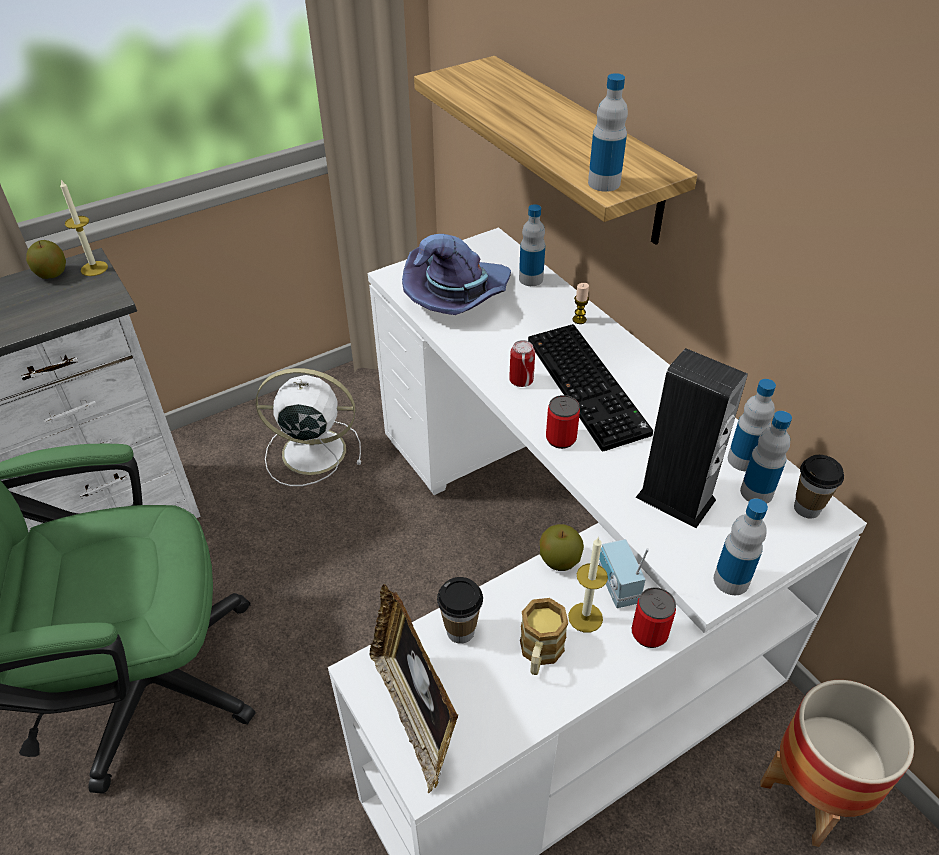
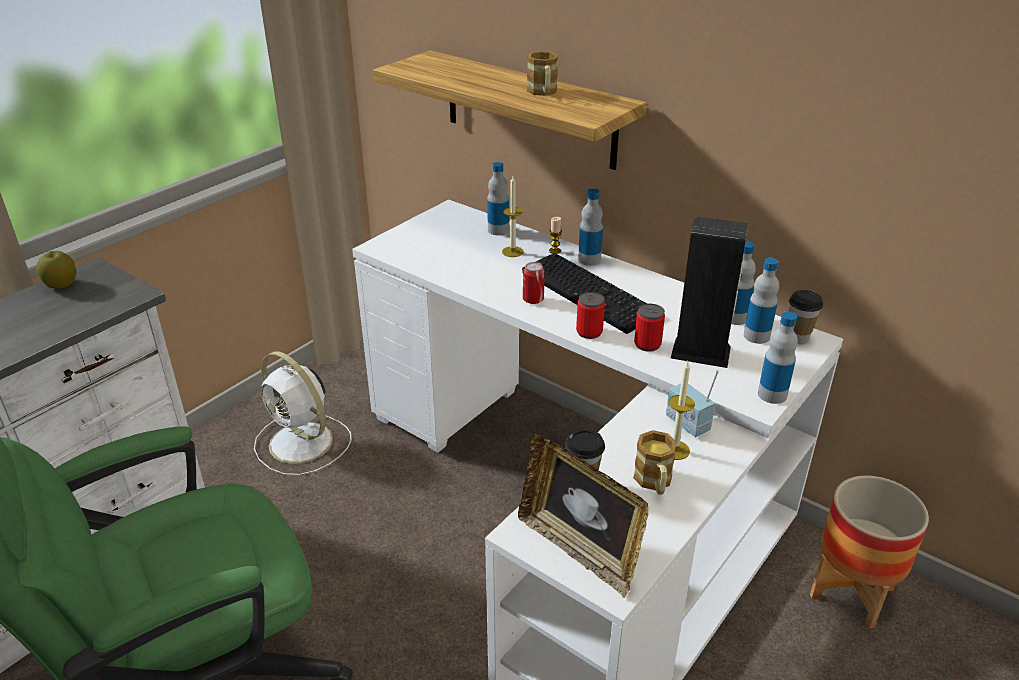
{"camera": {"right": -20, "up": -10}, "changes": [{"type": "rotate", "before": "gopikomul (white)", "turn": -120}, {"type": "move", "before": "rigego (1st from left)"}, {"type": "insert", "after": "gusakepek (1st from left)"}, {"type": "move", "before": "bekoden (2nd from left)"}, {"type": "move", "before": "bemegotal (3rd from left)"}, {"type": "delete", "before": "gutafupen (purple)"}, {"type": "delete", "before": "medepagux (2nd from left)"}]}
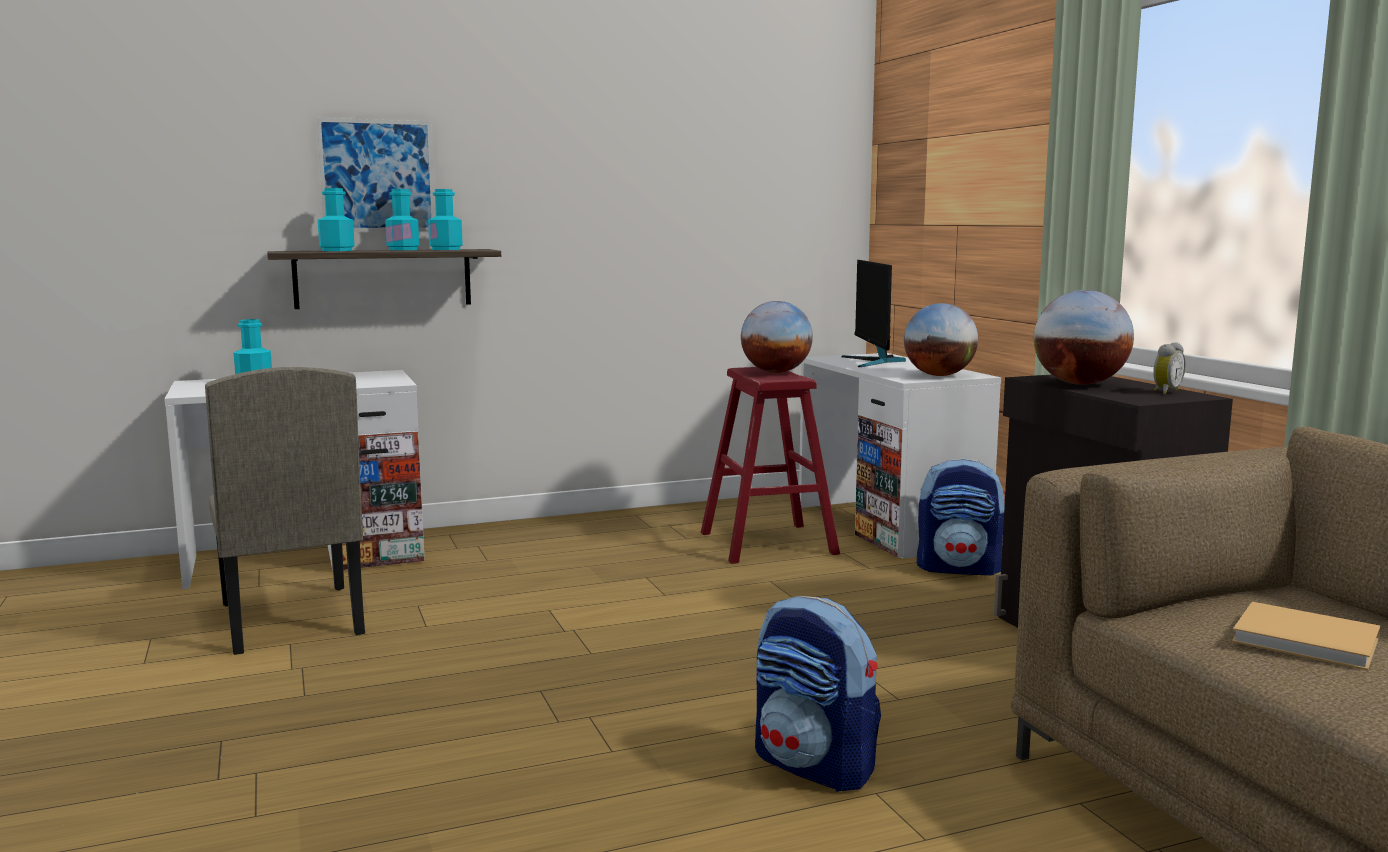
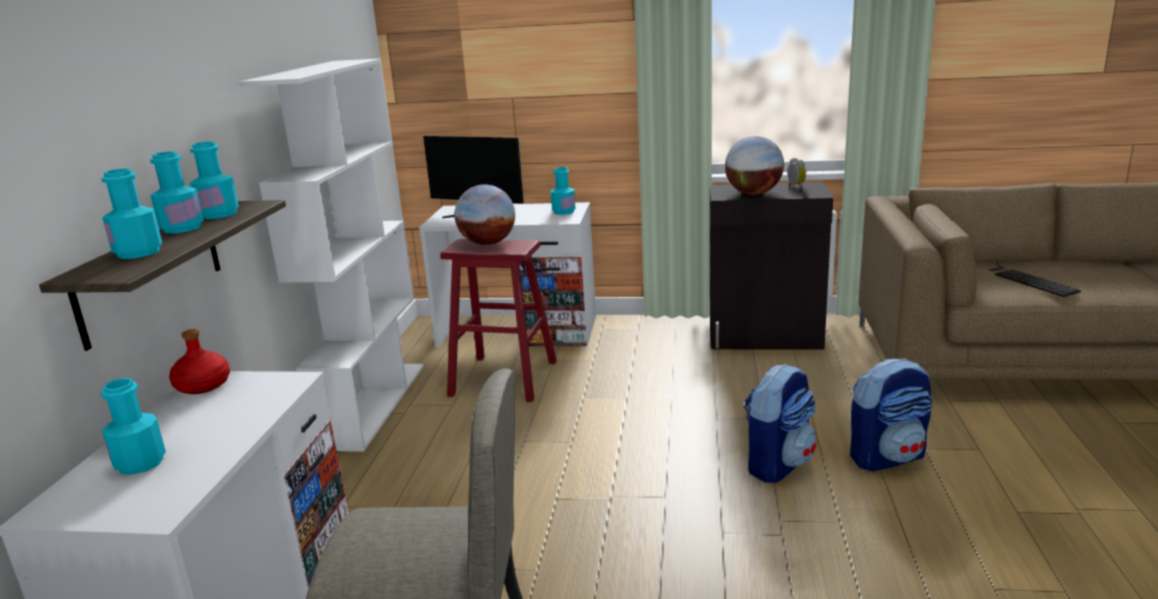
{"camera": {"right": -60, "up": 10}, "changes": [{"type": "insert", "after": "bekoden (red)"}, {"type": "insert", "after": "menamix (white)"}, {"type": "replace", "before": "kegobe (2nd from left)", "after": "bekoden (turquoise) (5th from left)"}, {"type": "move", "before": "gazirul (2nd from left in the first image)", "after": "gazirul (1st from left)"}, {"type": "replace", "before": "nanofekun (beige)", "after": "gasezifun"}, {"type": "delete", "before": "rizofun"}]}
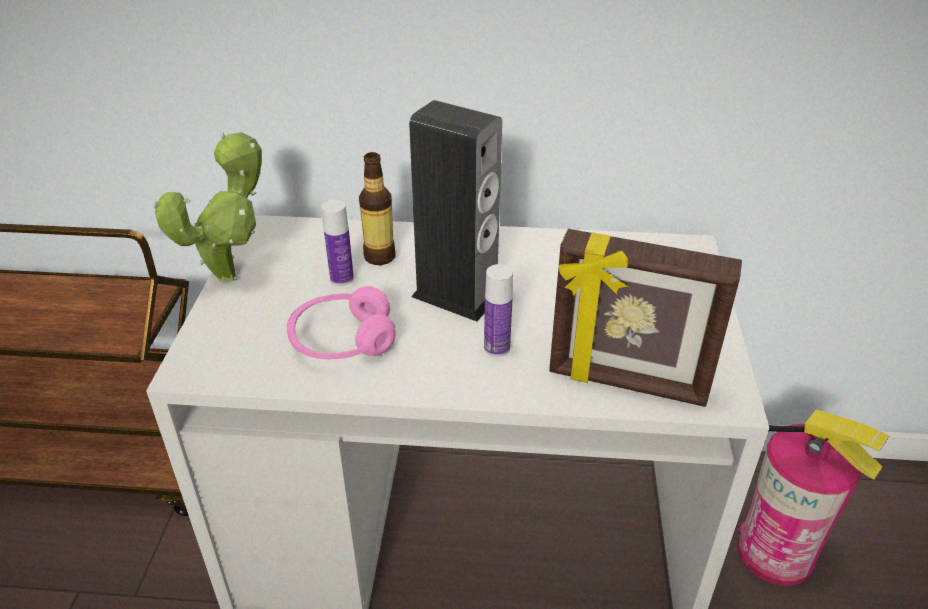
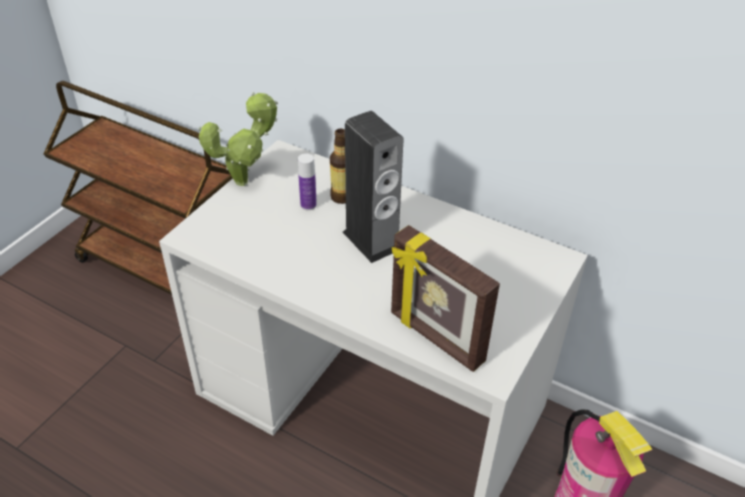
{"camera": {"right": 25, "up": 5}, "changes": [{"type": "delete", "before": "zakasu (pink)"}, {"type": "delete", "before": "bekoden (3rd from left)"}]}
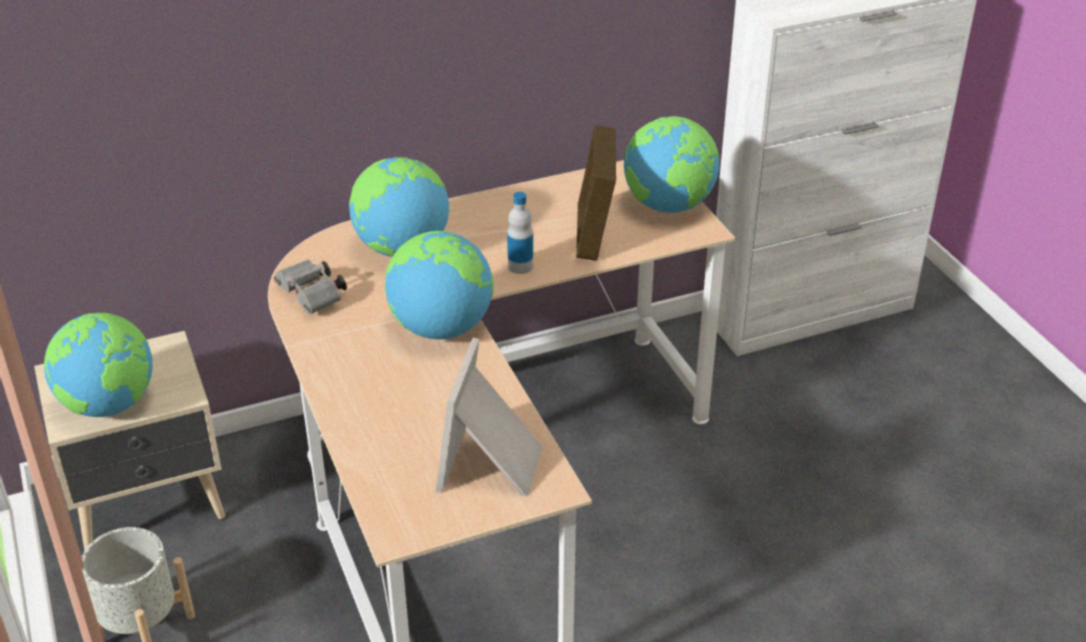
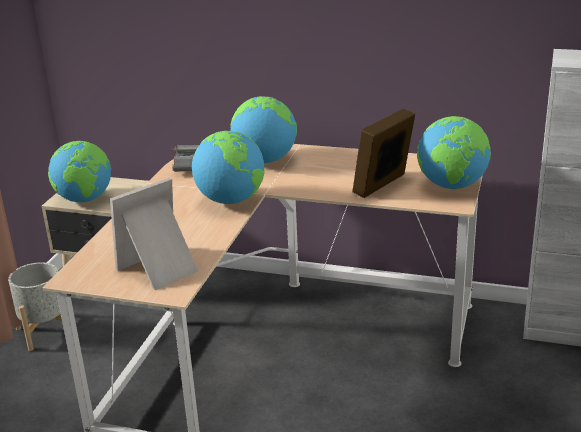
{"camera": {"right": 40, "up": -10}, "changes": [{"type": "delete", "before": "bekoden"}]}
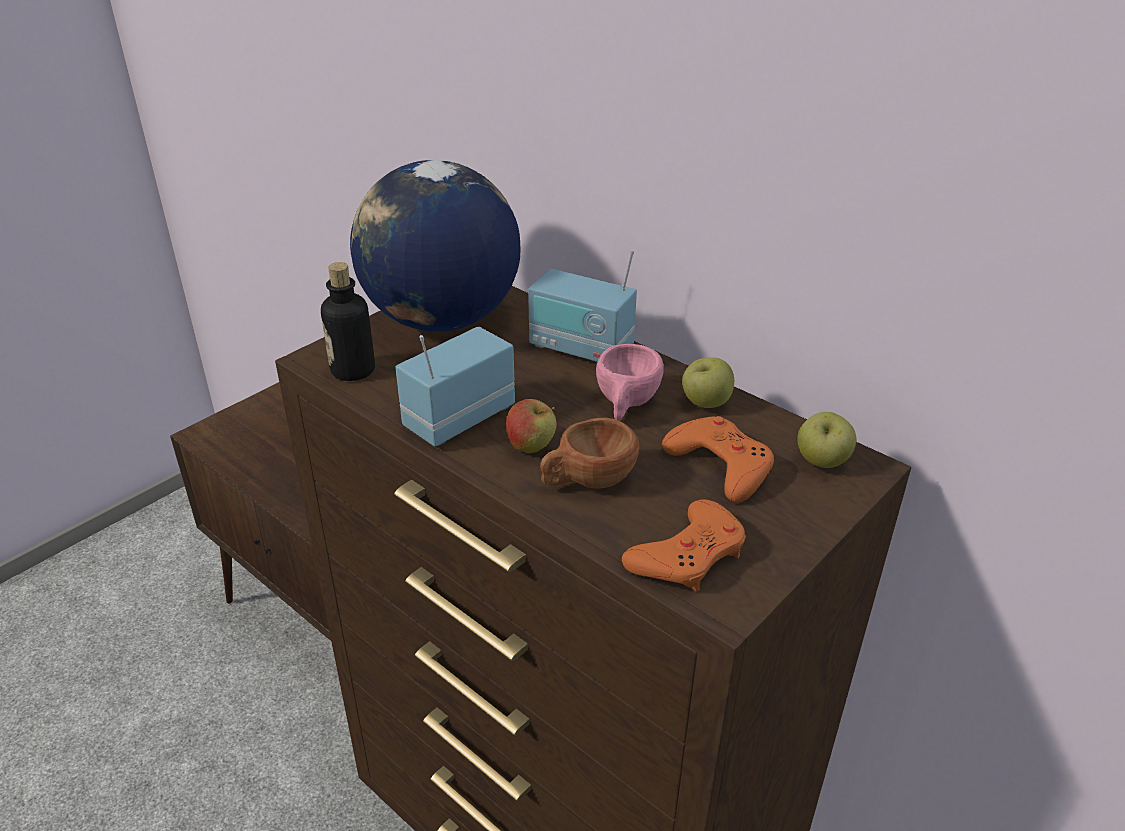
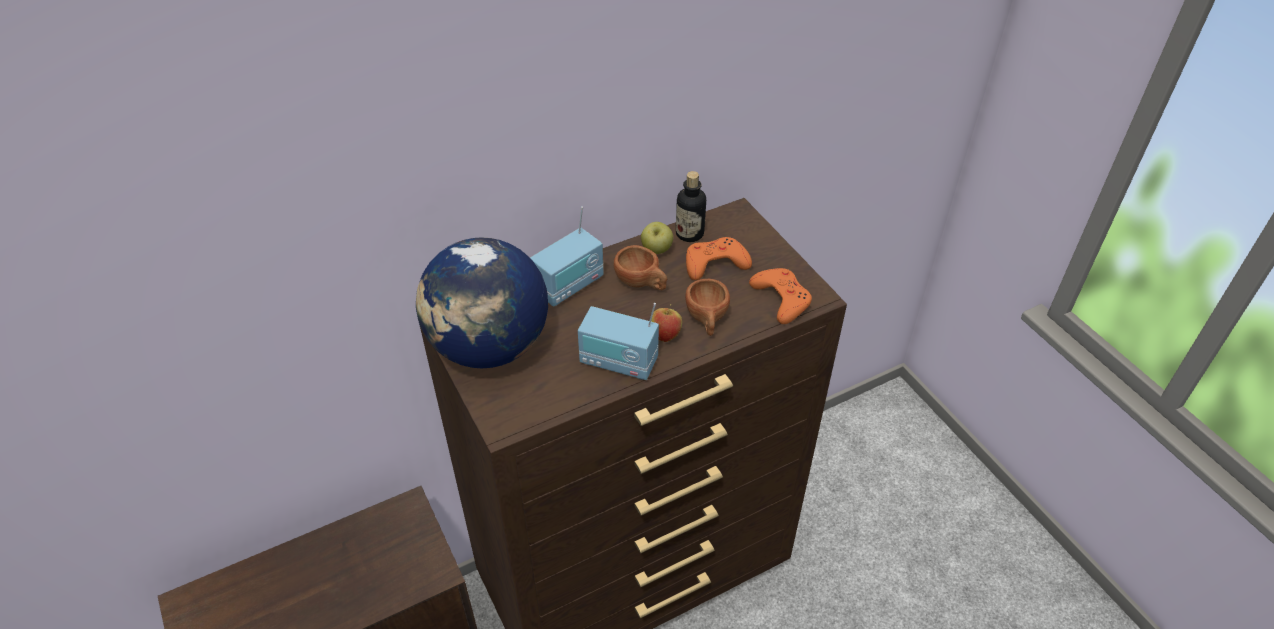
{"camera": {"right": -70, "up": 10}, "changes": [{"type": "rotate", "before": "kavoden (1st from left in the first image)", "turn": -45}, {"type": "recolor", "before": "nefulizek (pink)", "after": "nefulizek (brown) (1st from left)"}, {"type": "move", "before": "bekoden"}, {"type": "delete", "before": "medepagux (3rd from left)"}]}
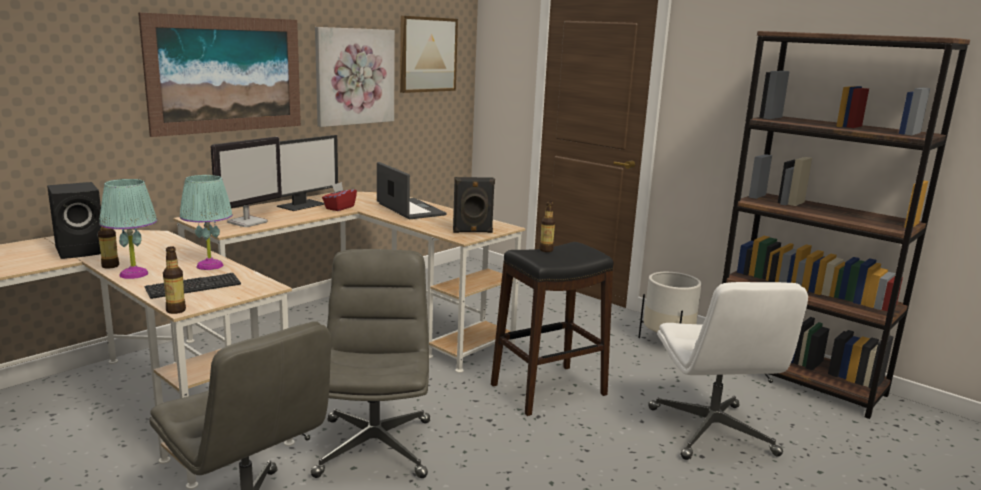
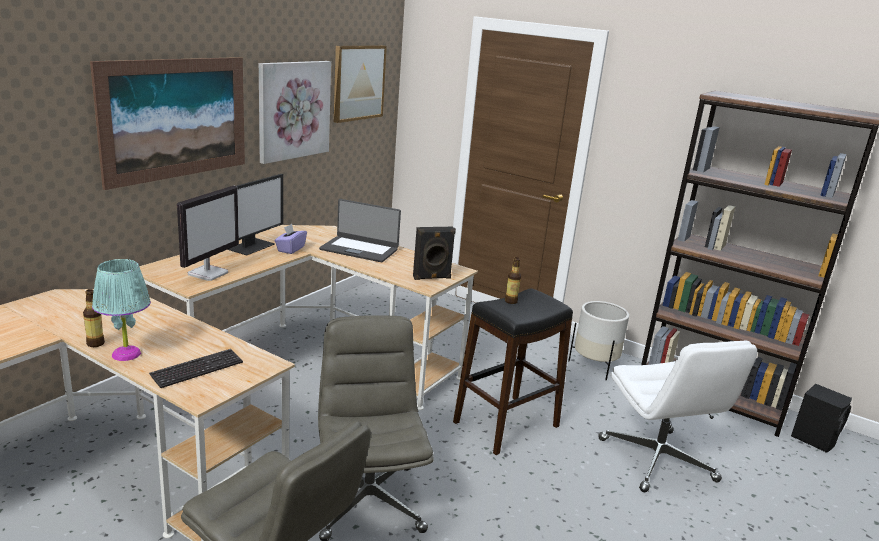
{"camera": {"right": -10, "up": 5}, "changes": [{"type": "recolor", "before": "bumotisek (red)", "after": "bumotisek (purple)"}, {"type": "rotate", "before": "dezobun", "turn": 150}, {"type": "move", "before": "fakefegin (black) (1st from left in the first image)", "after": "fakefegin (black) (2nd from left)"}, {"type": "delete", "before": "bekoden (2nd from left)"}, {"type": "delete", "before": "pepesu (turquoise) (2nd from left)"}]}
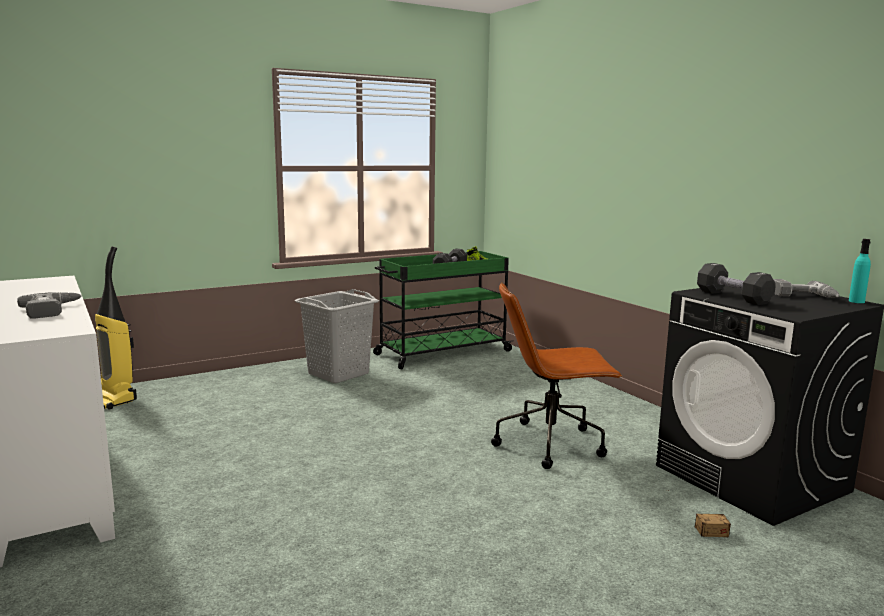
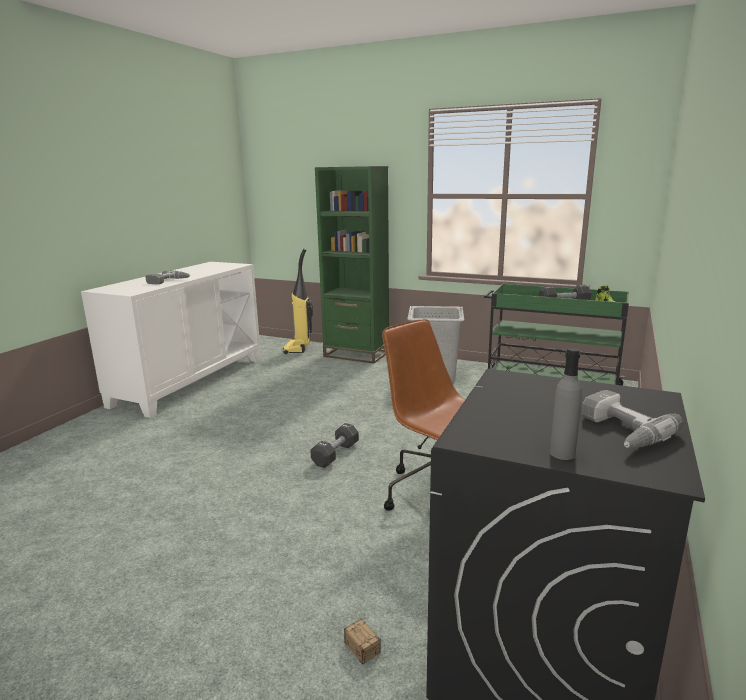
{"camera": {"right": 55, "up": 5}, "changes": [{"type": "move", "before": "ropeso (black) (2nd from left in the first image)", "after": "ropeso (black) (1st from left)"}, {"type": "insert", "after": "menamix (green)"}, {"type": "insert", "after": "bekoden (grey)"}, {"type": "delete", "before": "bekoden (turquoise)"}]}
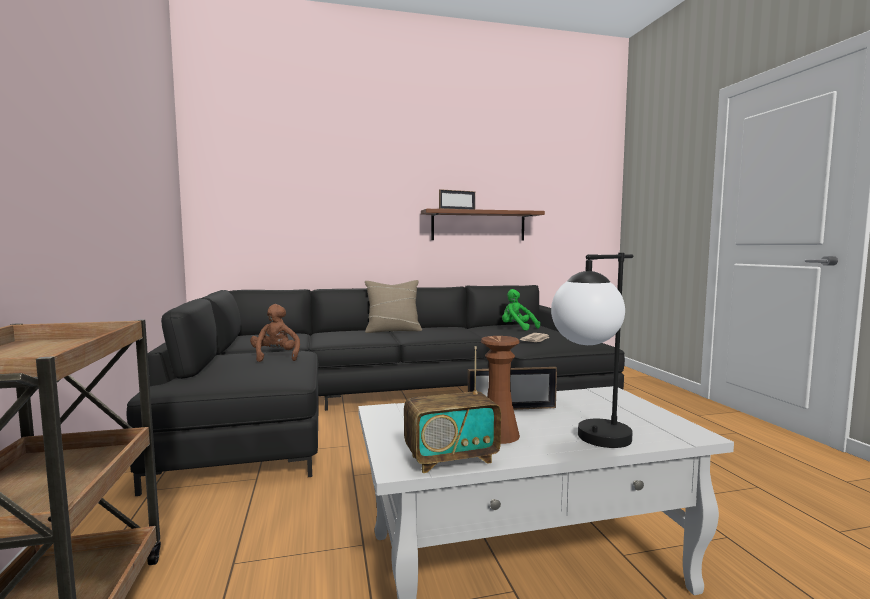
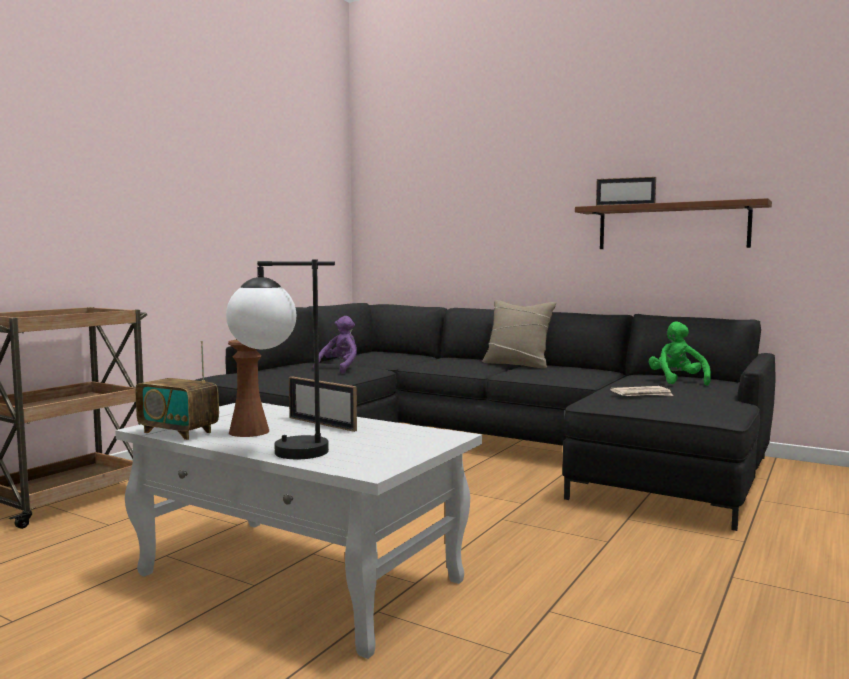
{"camera": {"right": 45, "up": 0}, "changes": [{"type": "recolor", "before": "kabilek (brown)", "after": "kabilek (purple)"}]}
